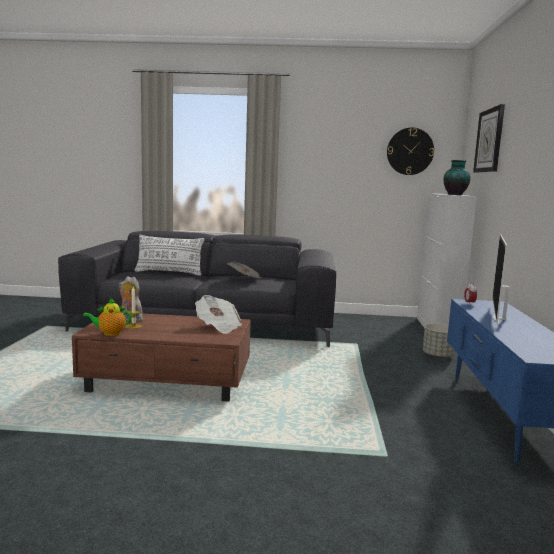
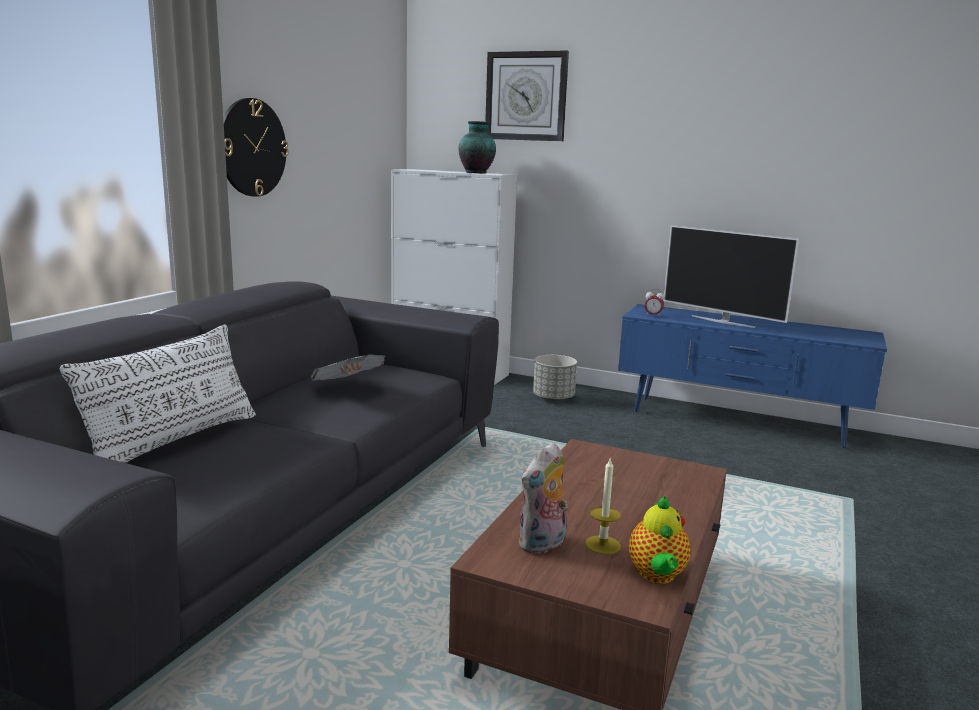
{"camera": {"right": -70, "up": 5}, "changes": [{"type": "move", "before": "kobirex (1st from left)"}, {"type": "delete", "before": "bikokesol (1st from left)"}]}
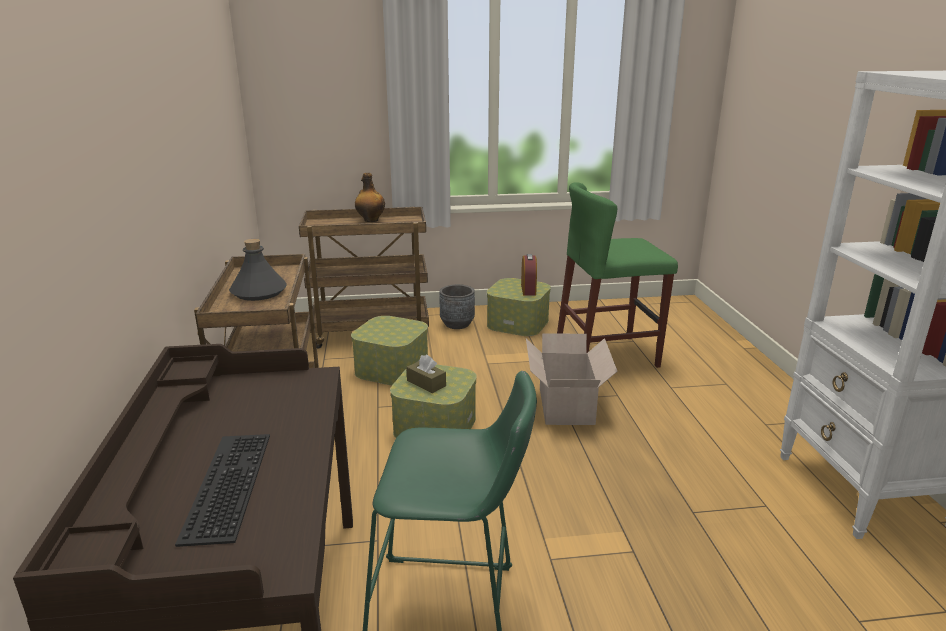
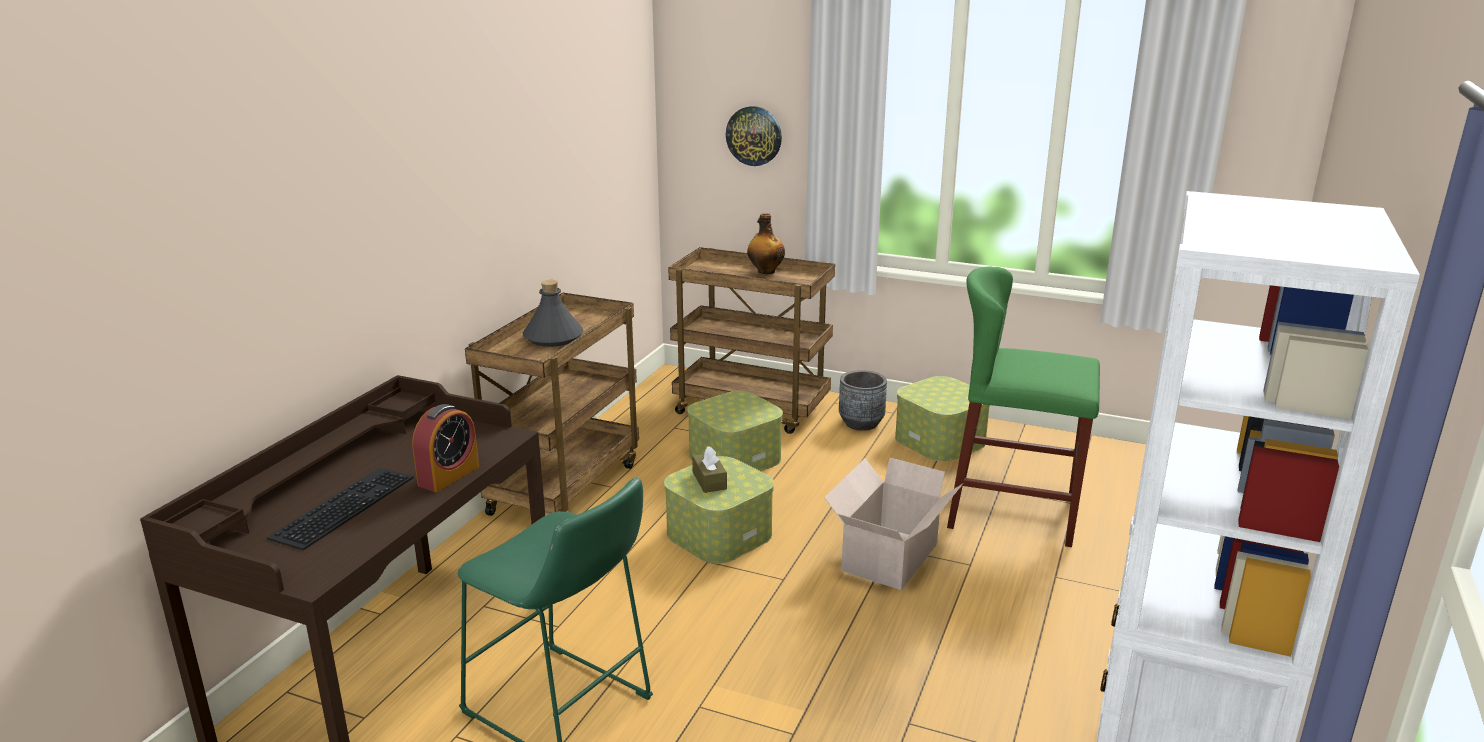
{"camera": {"right": 30, "up": 0}, "changes": [{"type": "move", "before": "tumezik"}, {"type": "insert", "after": "kobirex"}]}
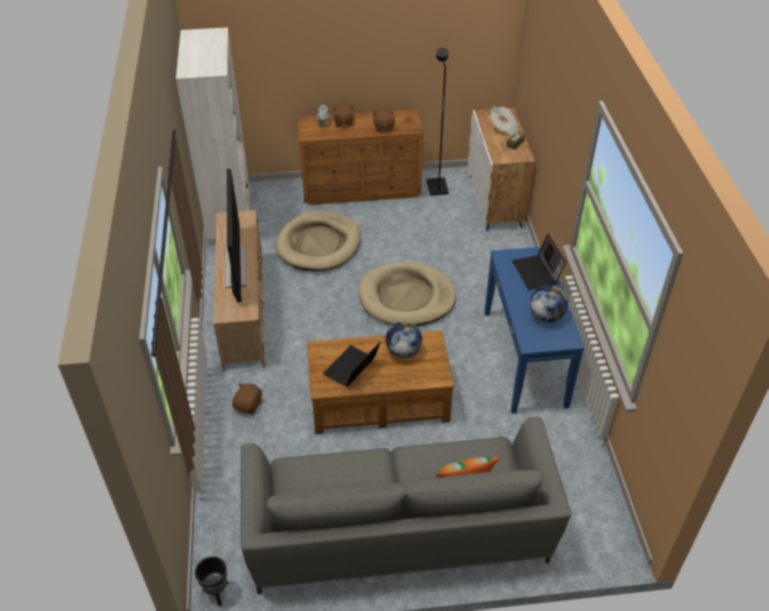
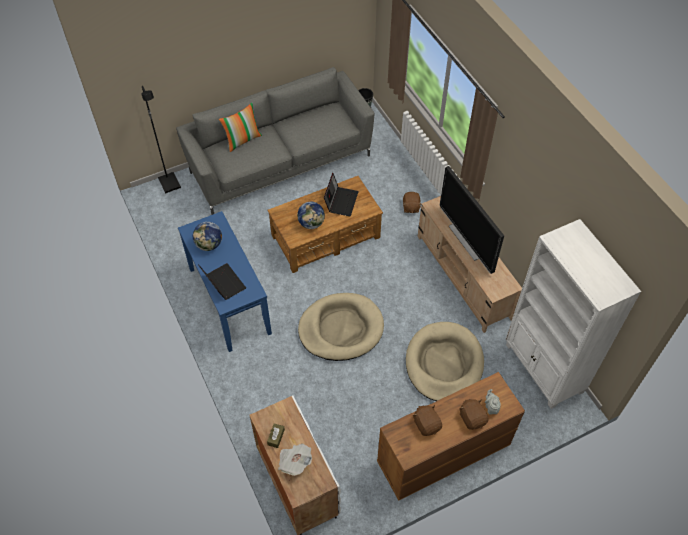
{"camera": {"right": 160, "up": 10}, "changes": [{"type": "move", "before": "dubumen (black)"}]}
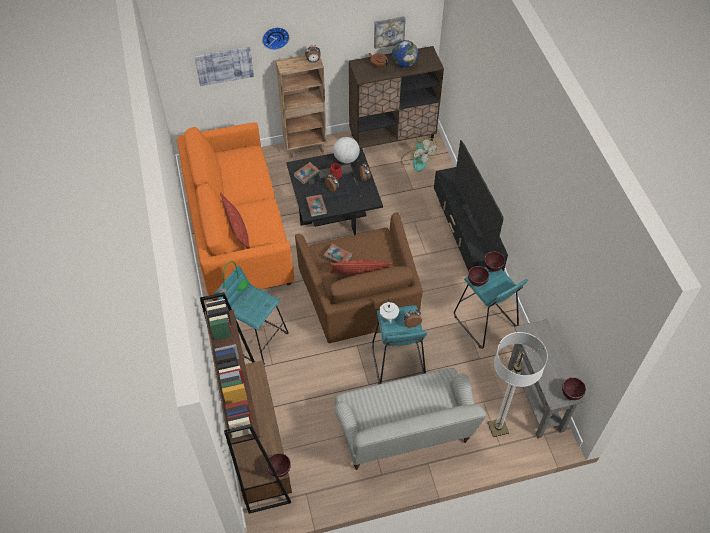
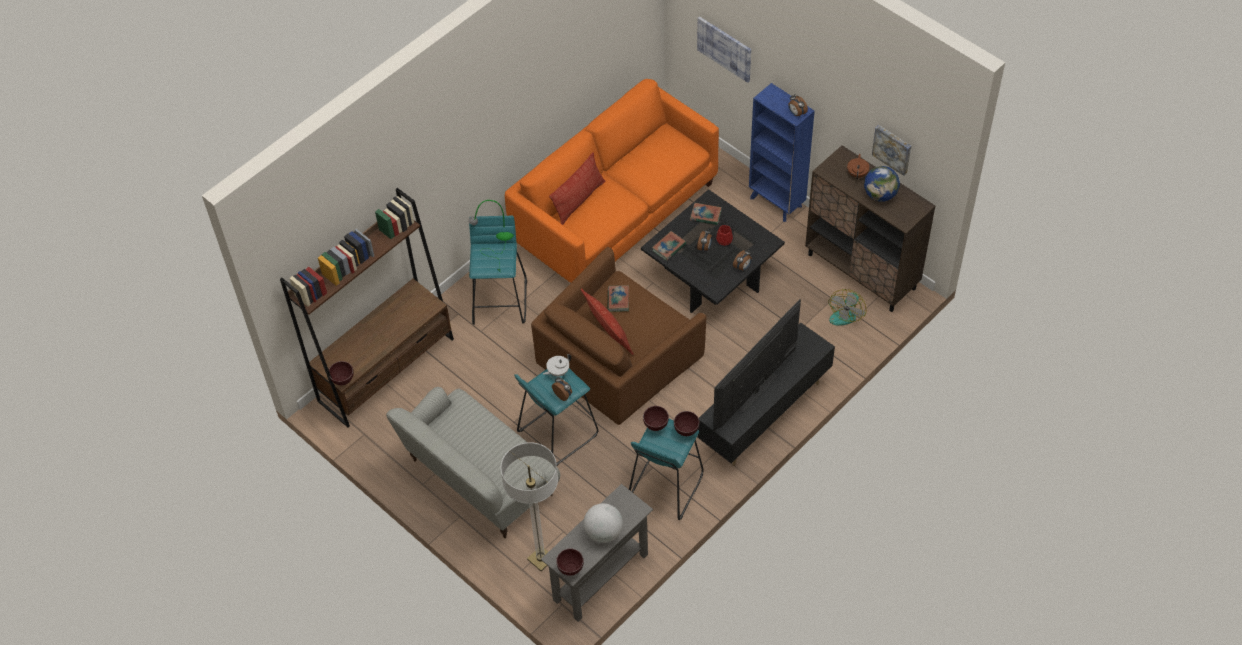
{"camera": {"right": 60, "up": 0}, "changes": [{"type": "move", "before": "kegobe (1st from left)"}, {"type": "recolor", "before": "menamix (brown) (2nd from left)", "after": "menamix (blue)"}, {"type": "delete", "before": "kobirex"}]}
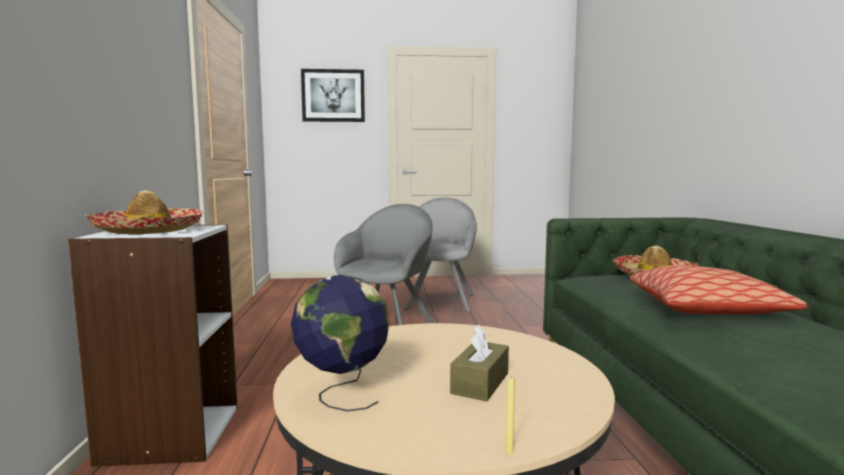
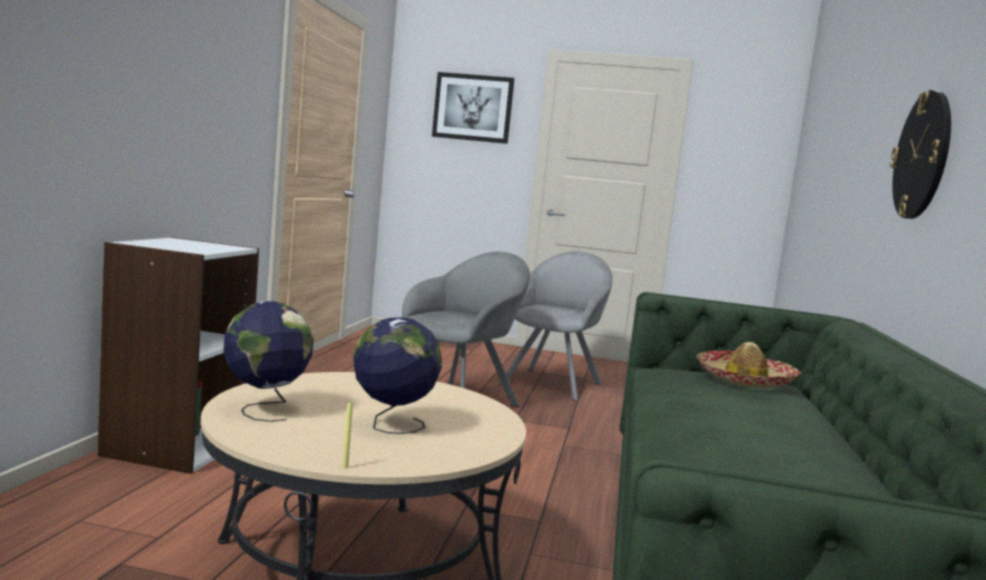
{"camera": {"right": 15, "up": 0}, "changes": [{"type": "replace", "before": "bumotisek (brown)", "after": "kegobe (2nd from left)"}, {"type": "insert", "after": "kobirex"}, {"type": "delete", "before": "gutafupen (1st from left)"}, {"type": "delete", "before": "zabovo"}]}
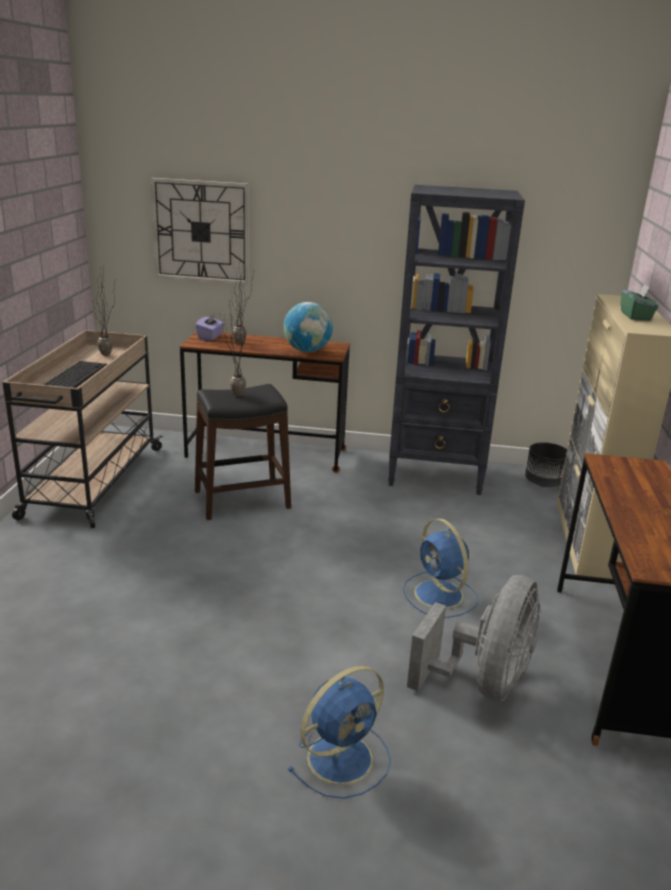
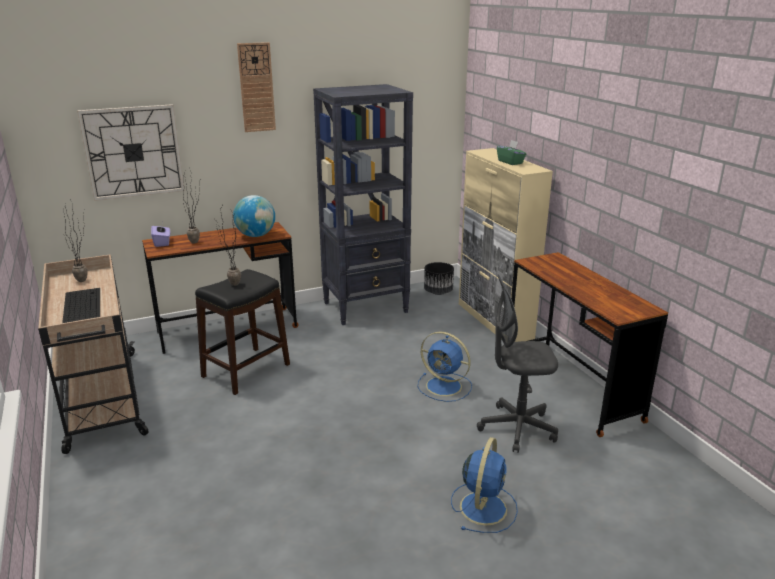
{"camera": {"right": -30, "up": 0}, "changes": [{"type": "insert", "after": "kobirex (2nd from left)"}, {"type": "replace", "before": "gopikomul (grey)", "after": "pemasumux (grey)"}]}
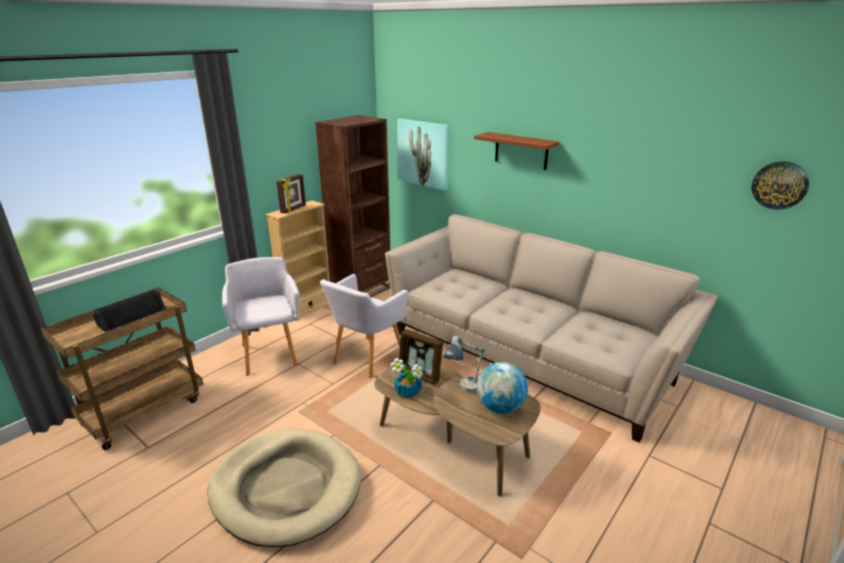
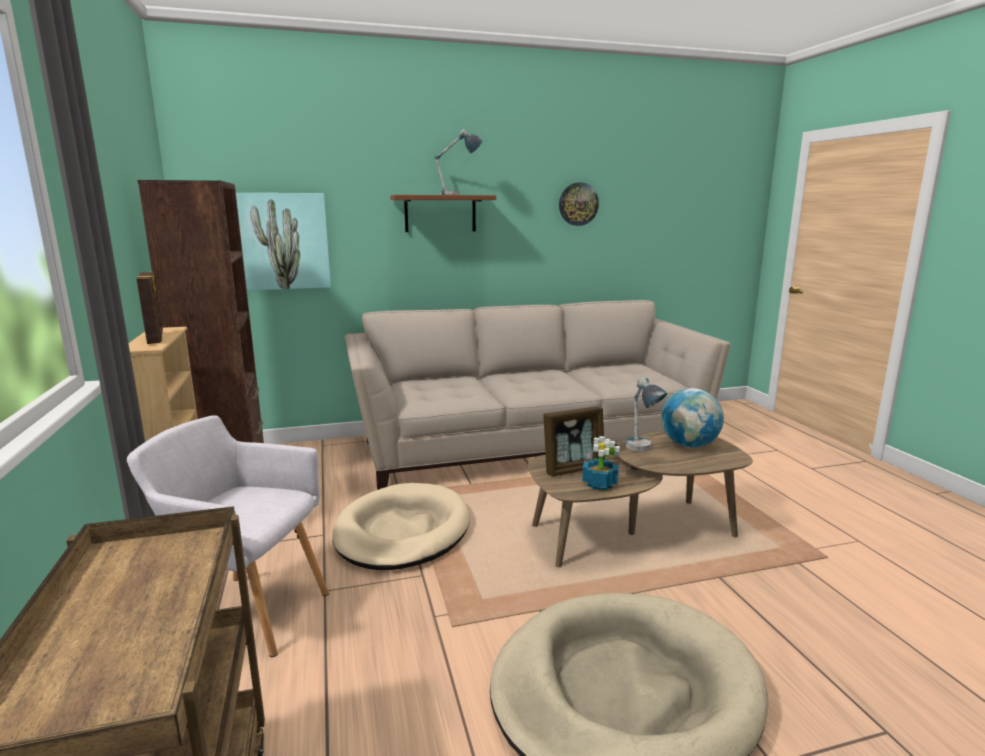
{"camera": {"right": -55, "up": -10}, "changes": [{"type": "replace", "before": "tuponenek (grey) (2nd from left)", "after": "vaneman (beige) (1st from left)"}, {"type": "insert", "after": "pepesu (1st from left)"}, {"type": "move", "before": "kobirex"}, {"type": "delete", "before": "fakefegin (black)"}]}
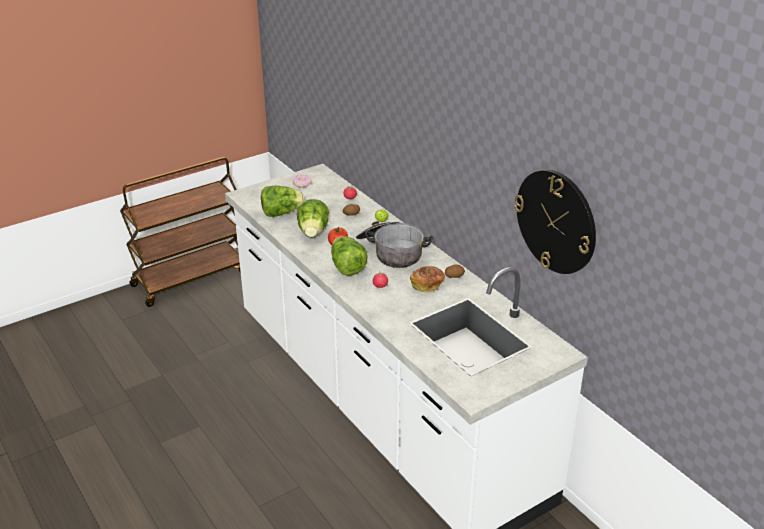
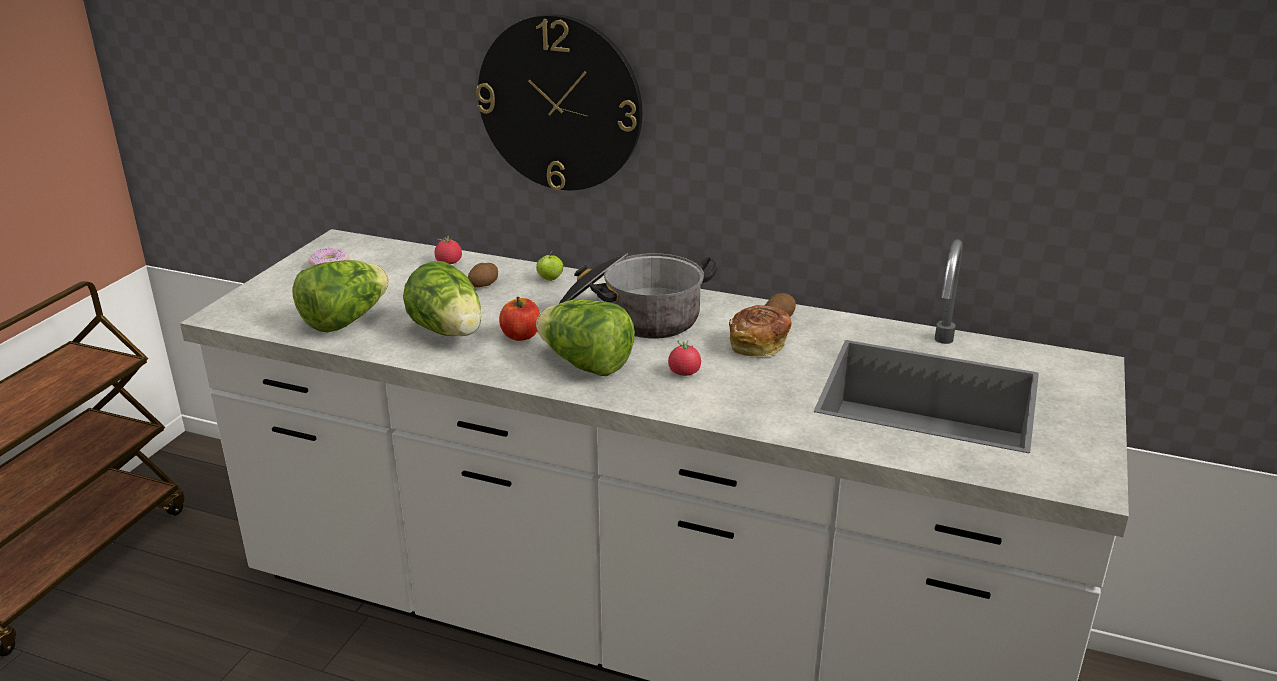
{"camera": {"right": -35, "up": -5}, "changes": [{"type": "move", "before": "kobirex"}]}
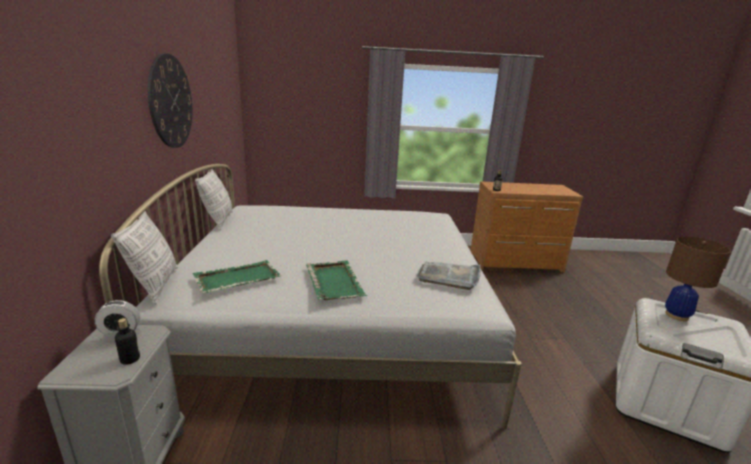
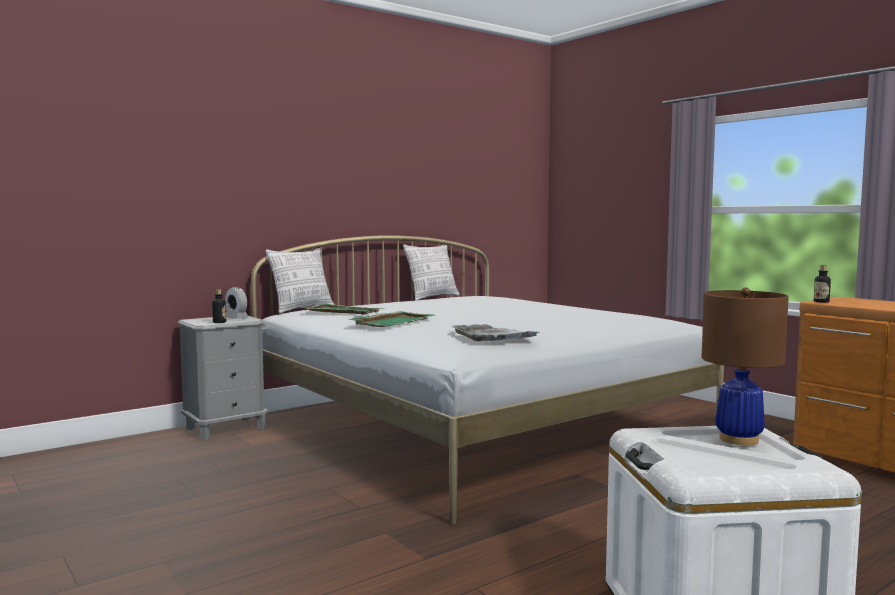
{"camera": {"right": 55, "up": -15}, "changes": [{"type": "delete", "before": "kobirex"}]}
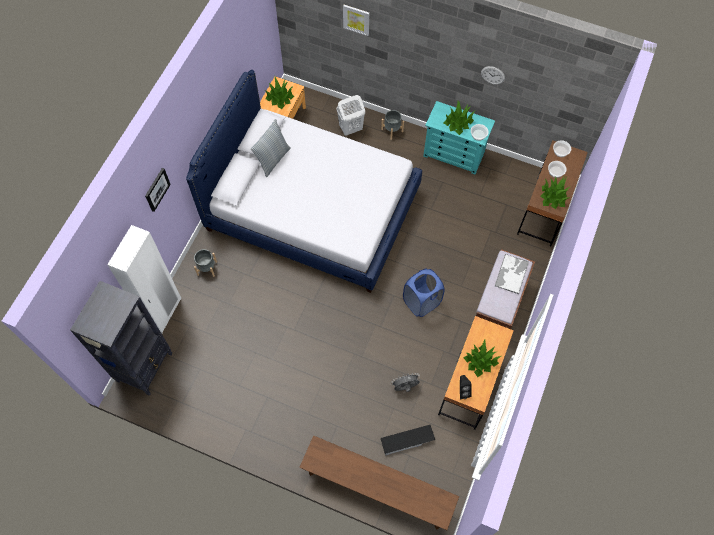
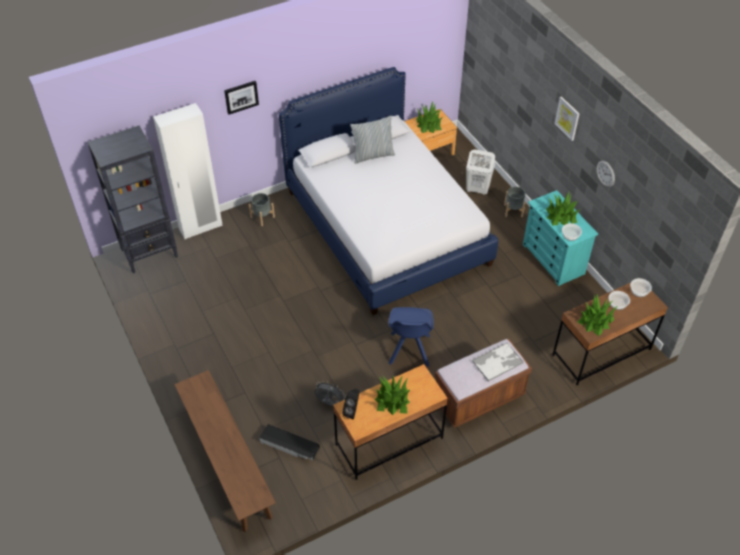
{"camera": {"right": 40, "up": -15}, "changes": [{"type": "replace", "before": "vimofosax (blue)", "after": "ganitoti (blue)"}, {"type": "move", "before": "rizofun (2nd from left)"}]}
